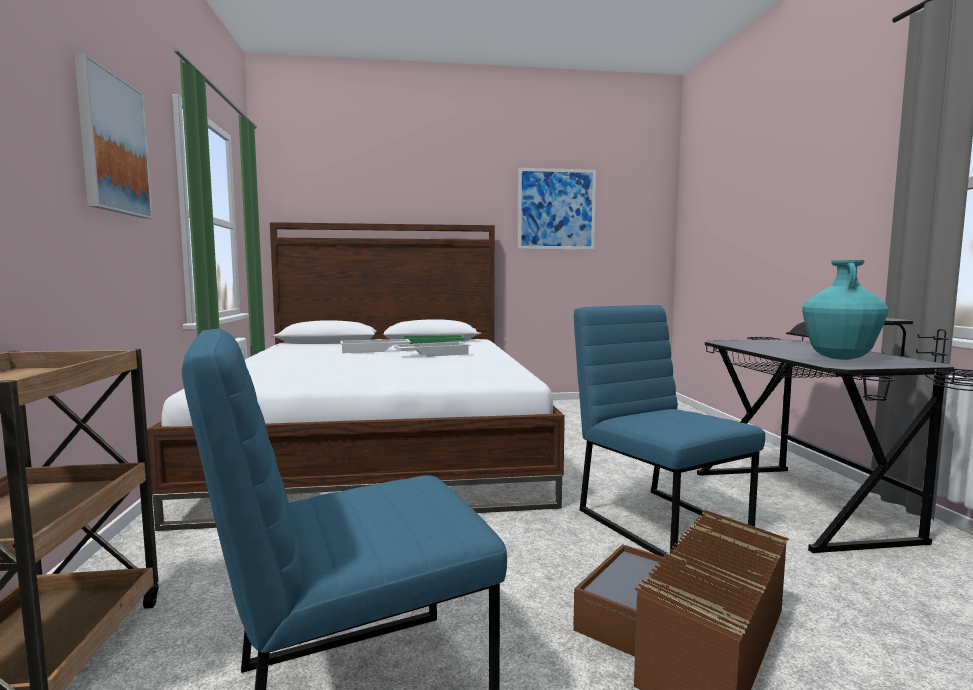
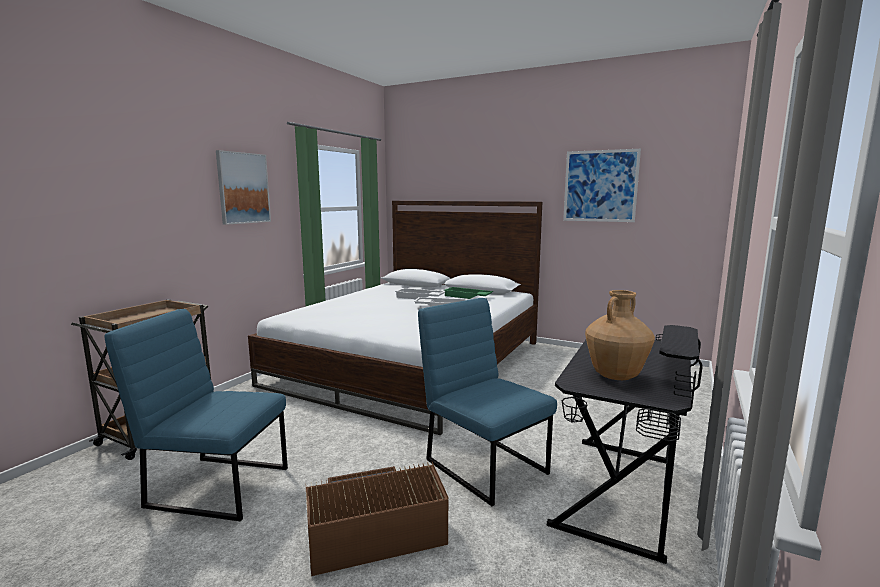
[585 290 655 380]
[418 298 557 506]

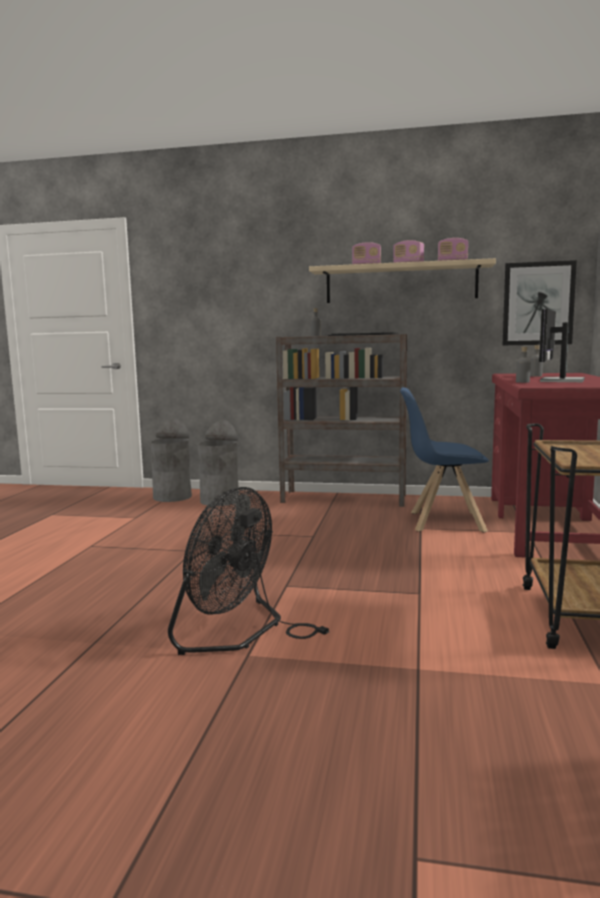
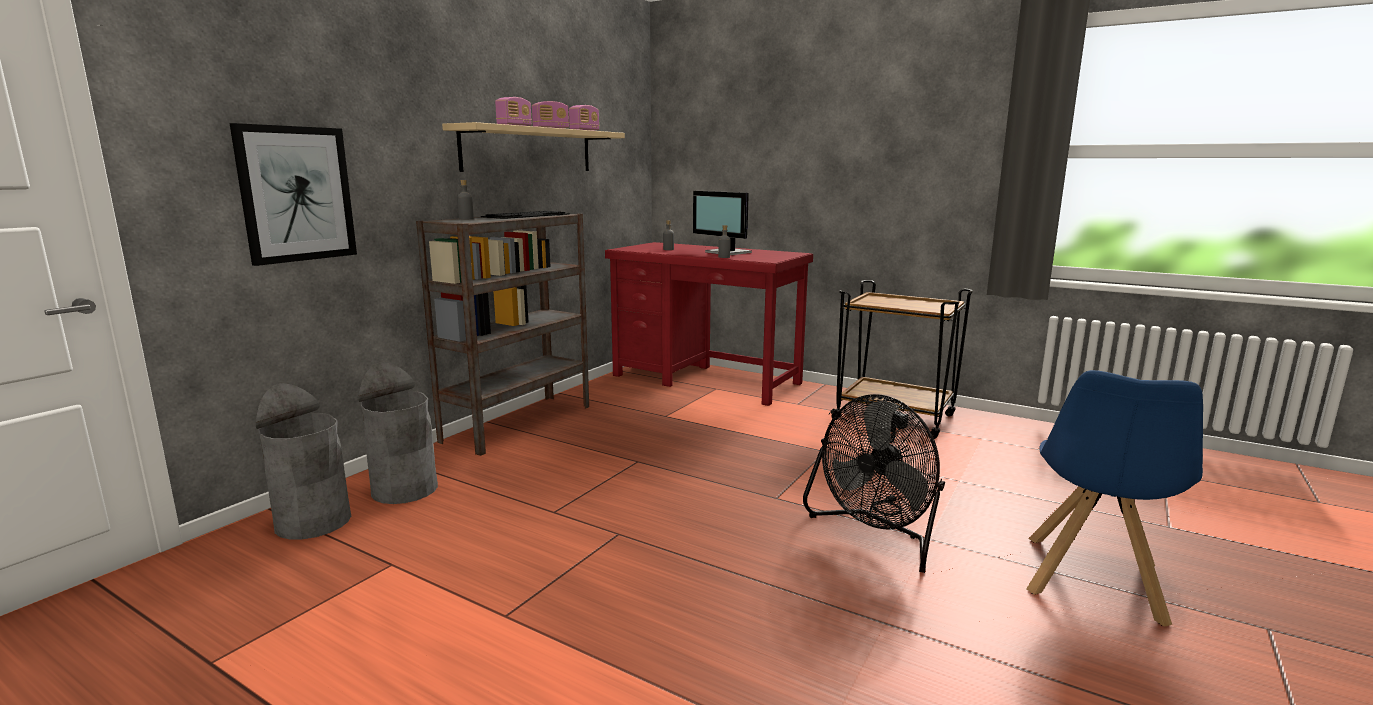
[1027 370 1203 627]
[230 123 357 266]

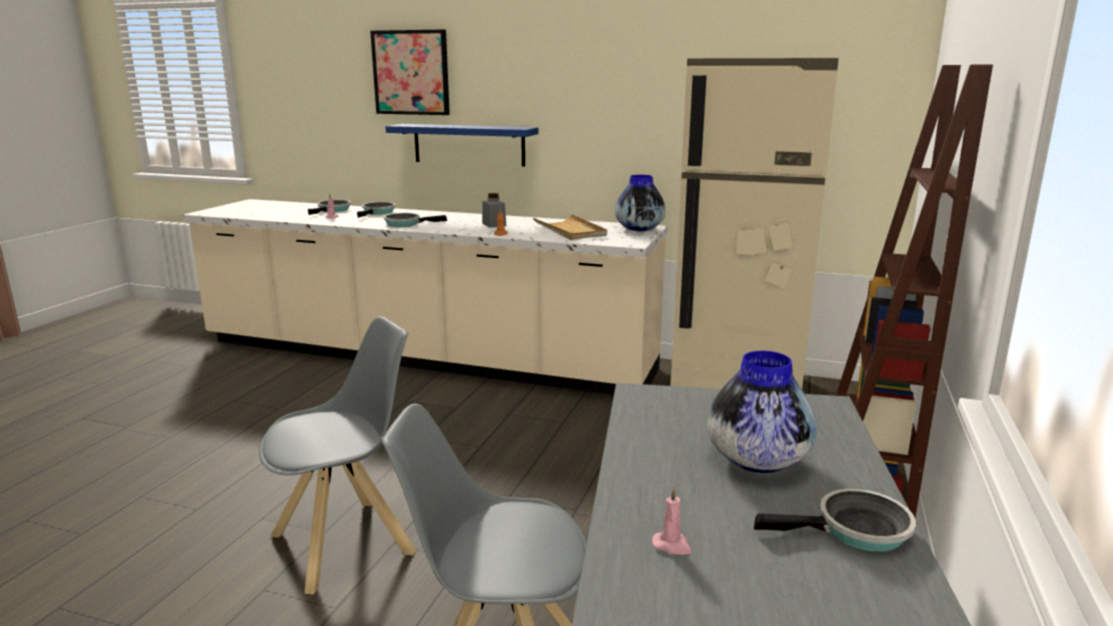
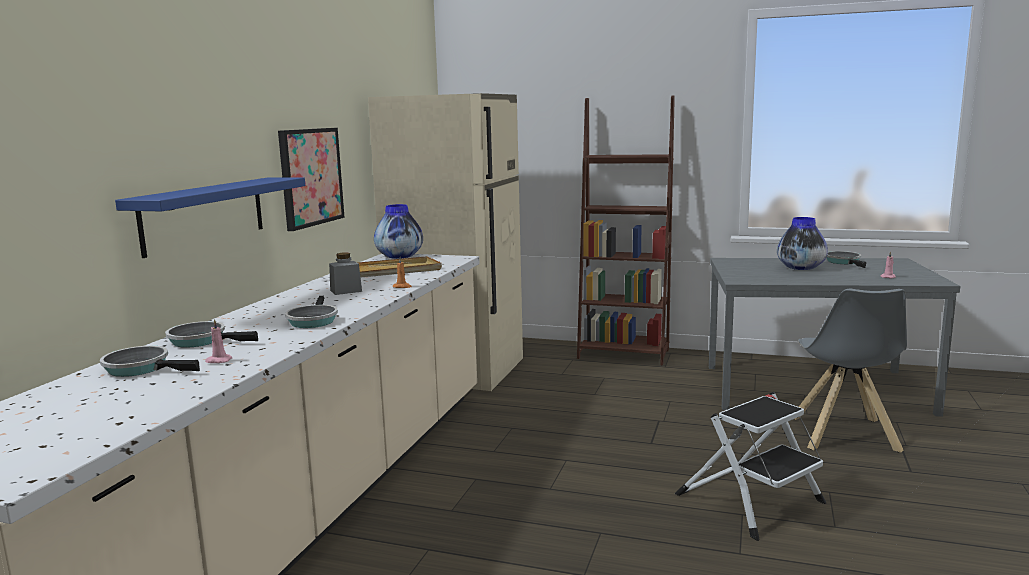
[278 128 345 231]
[675 392 826 541]

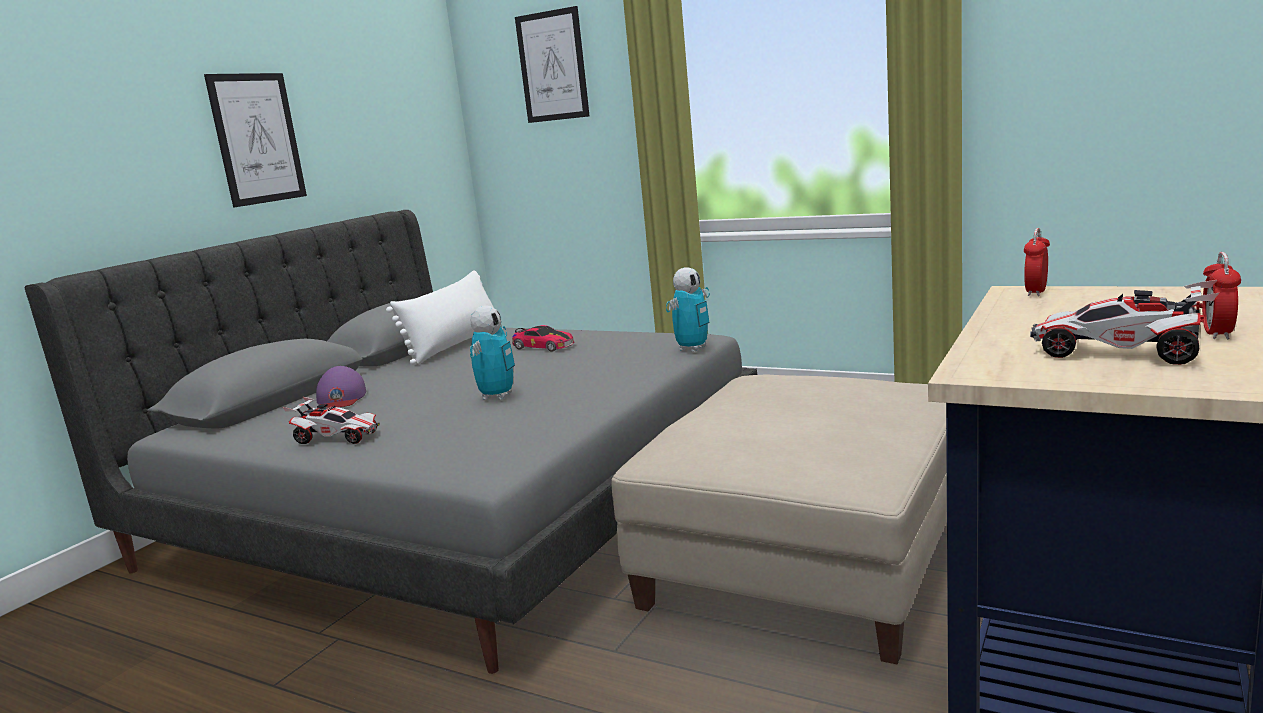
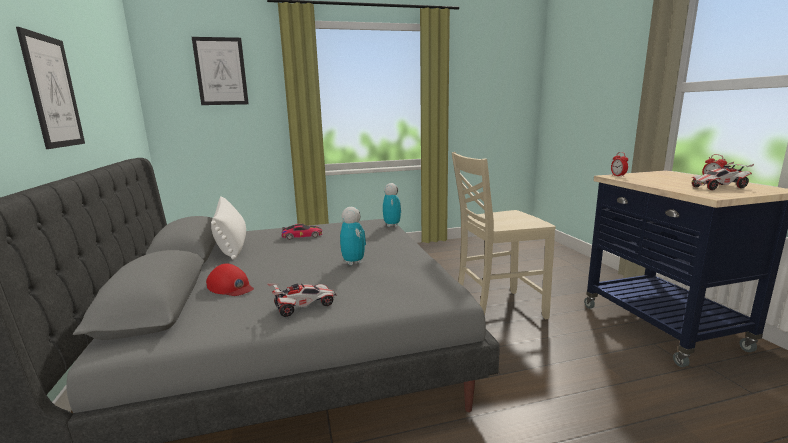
[452 152 556 319]
[206 264 254 296]

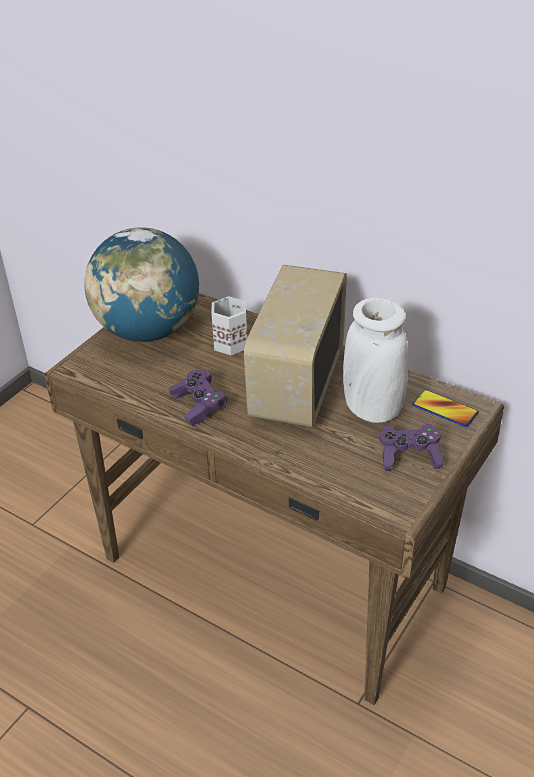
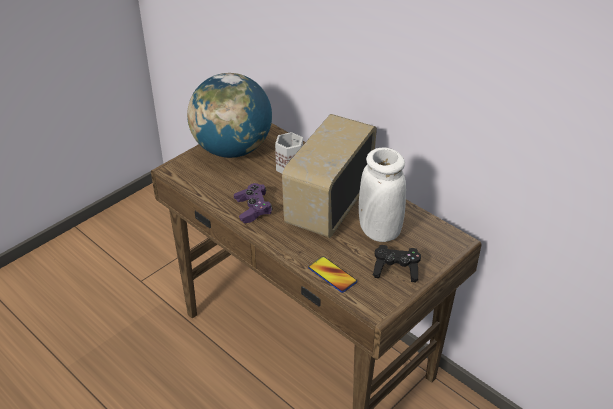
[308 256 357 293]
[373 245 421 282]

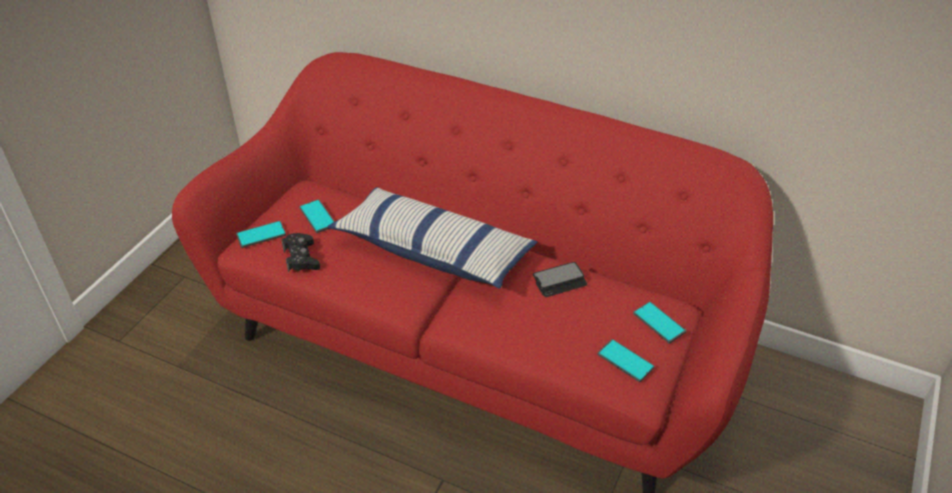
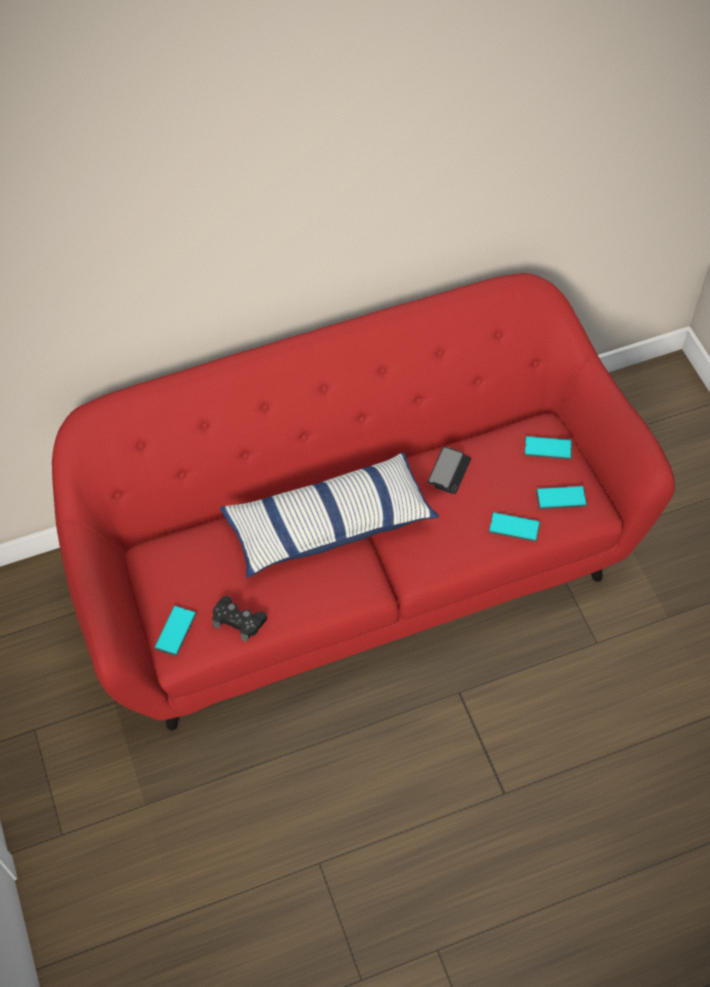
[489 512 541 542]

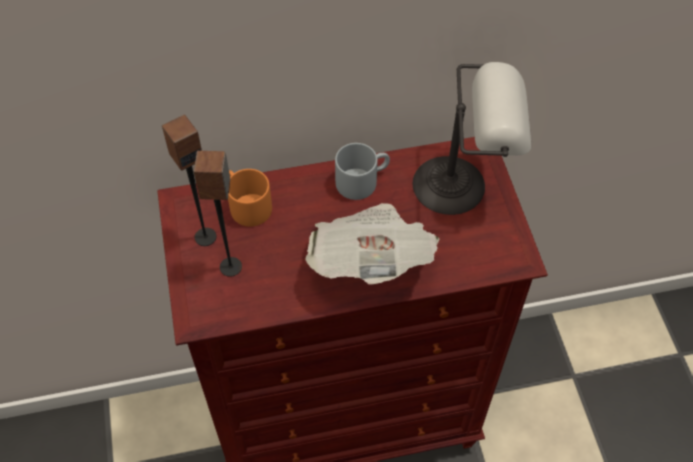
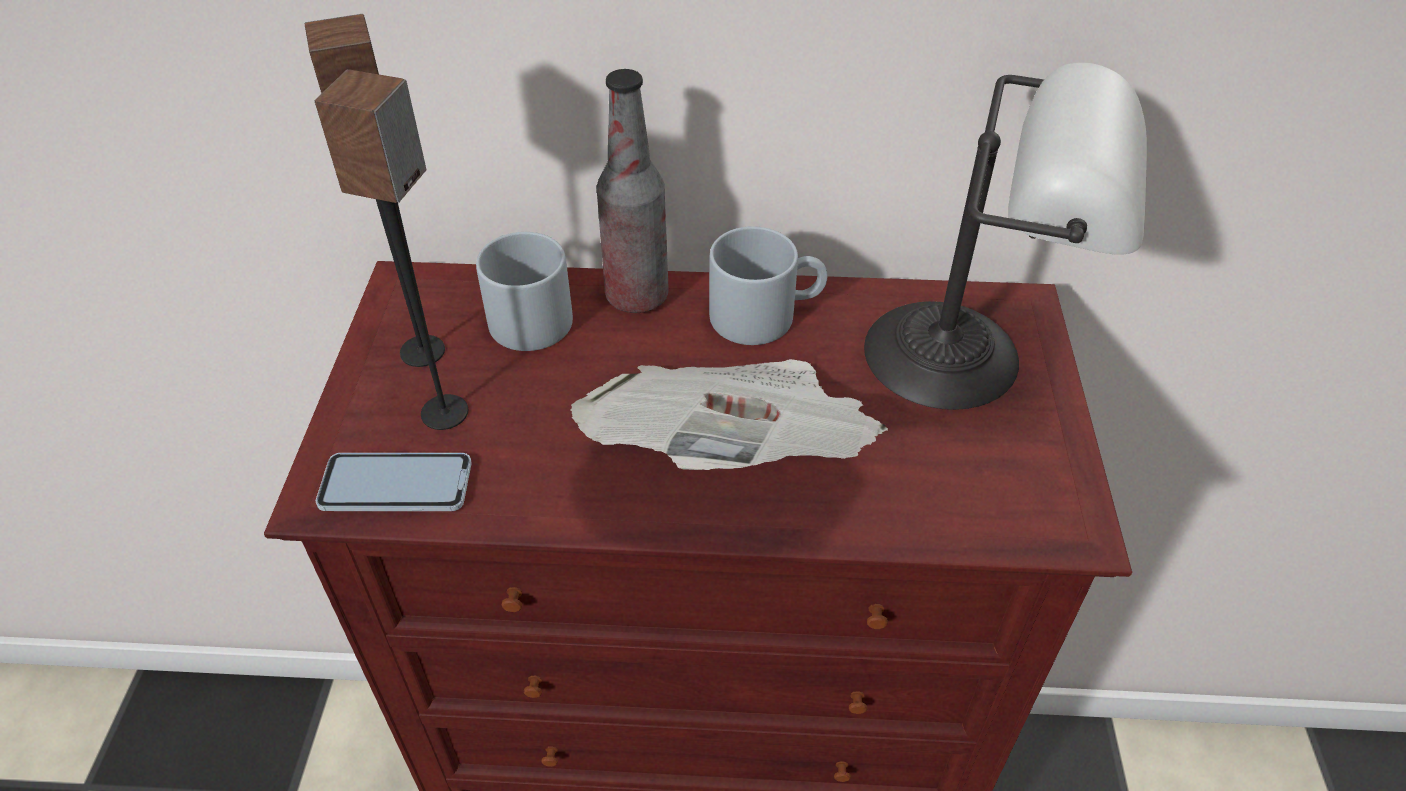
[316 453 472 511]
[597 69 669 313]
[476 232 573 351]

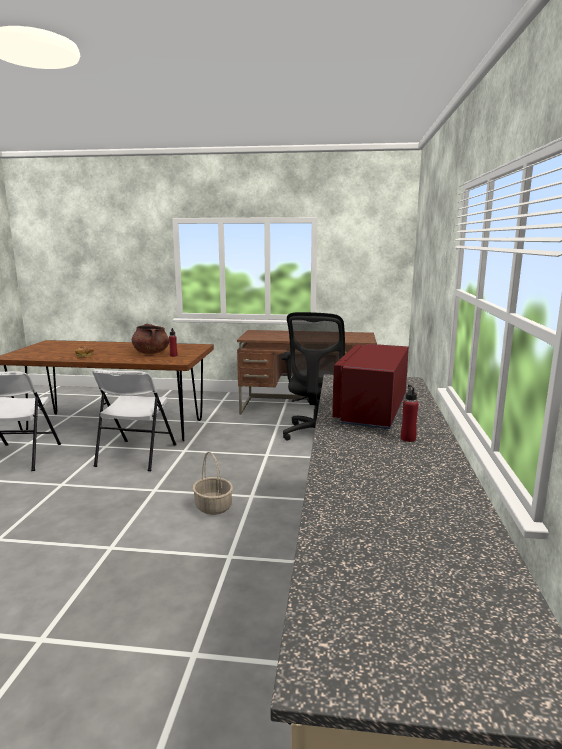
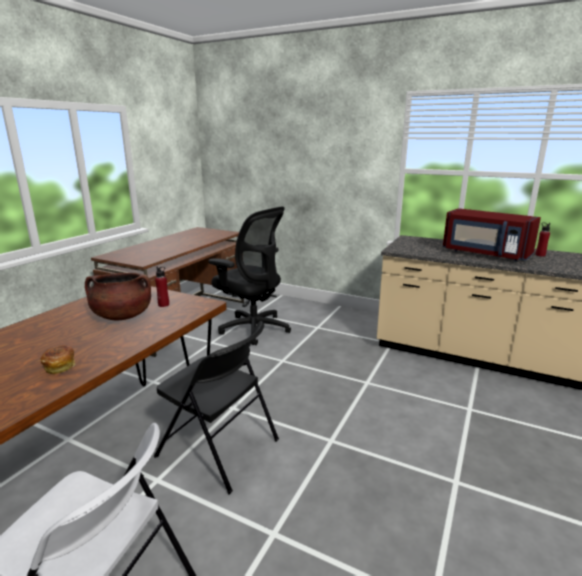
[193 452 233 515] (first image)
[154 321 279 494]

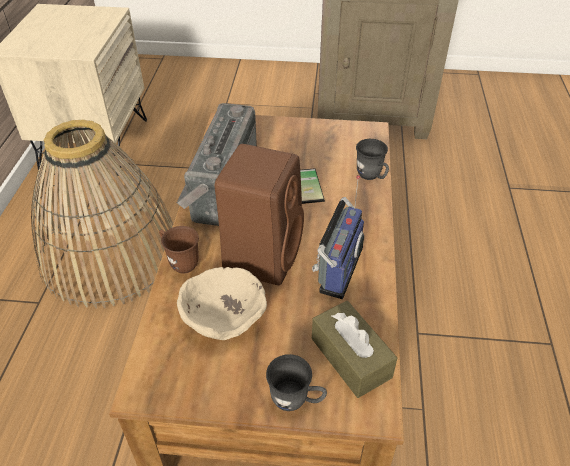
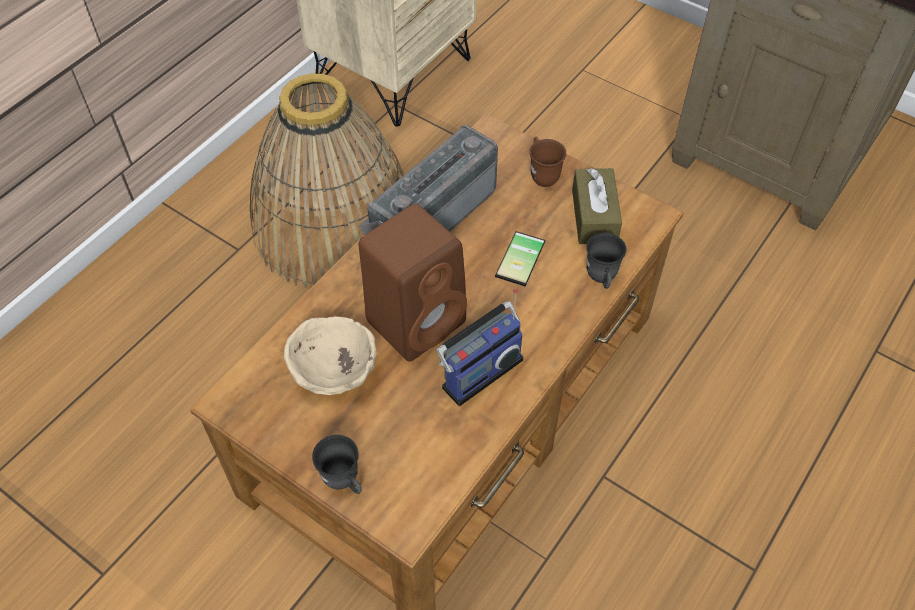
[530 136 566 187]
[572 168 622 244]

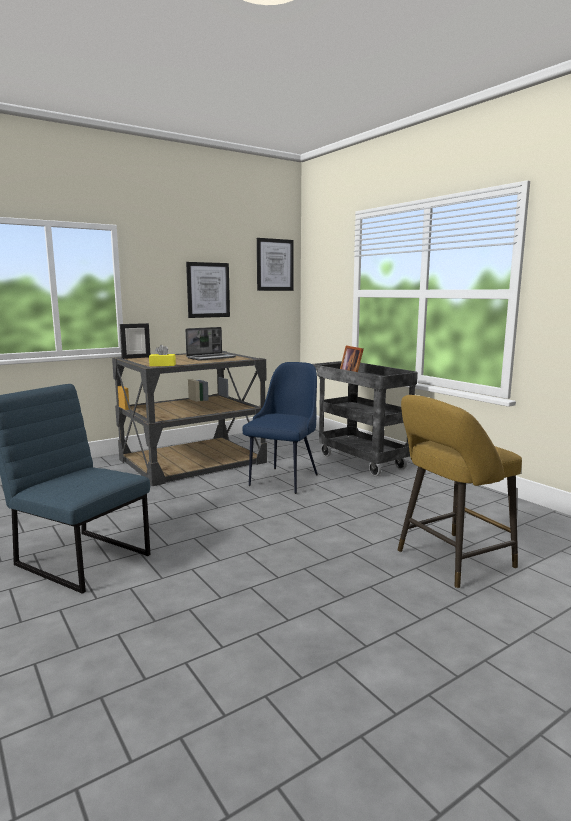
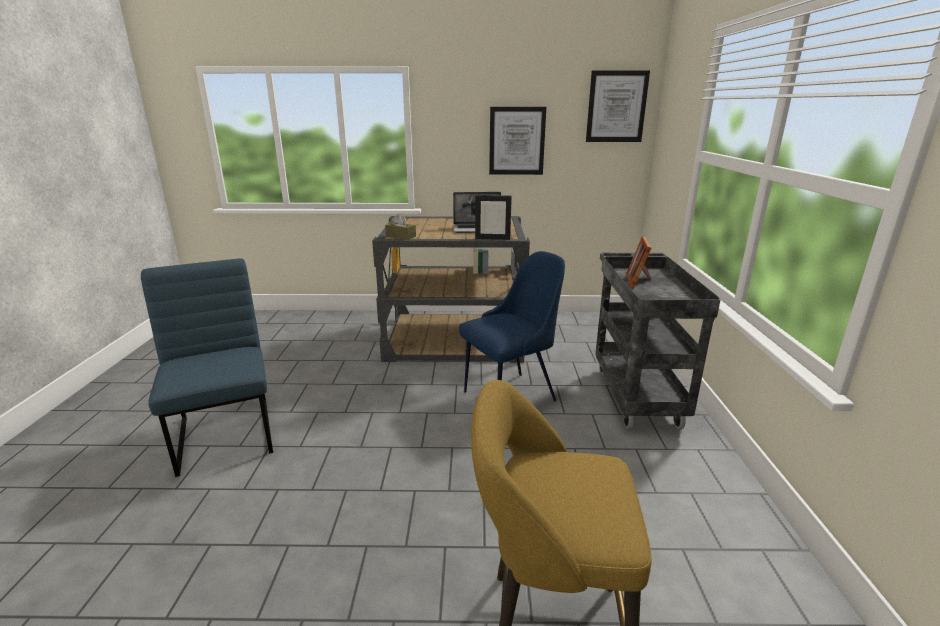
[475 195 512 240]
[385 214 416 240]

